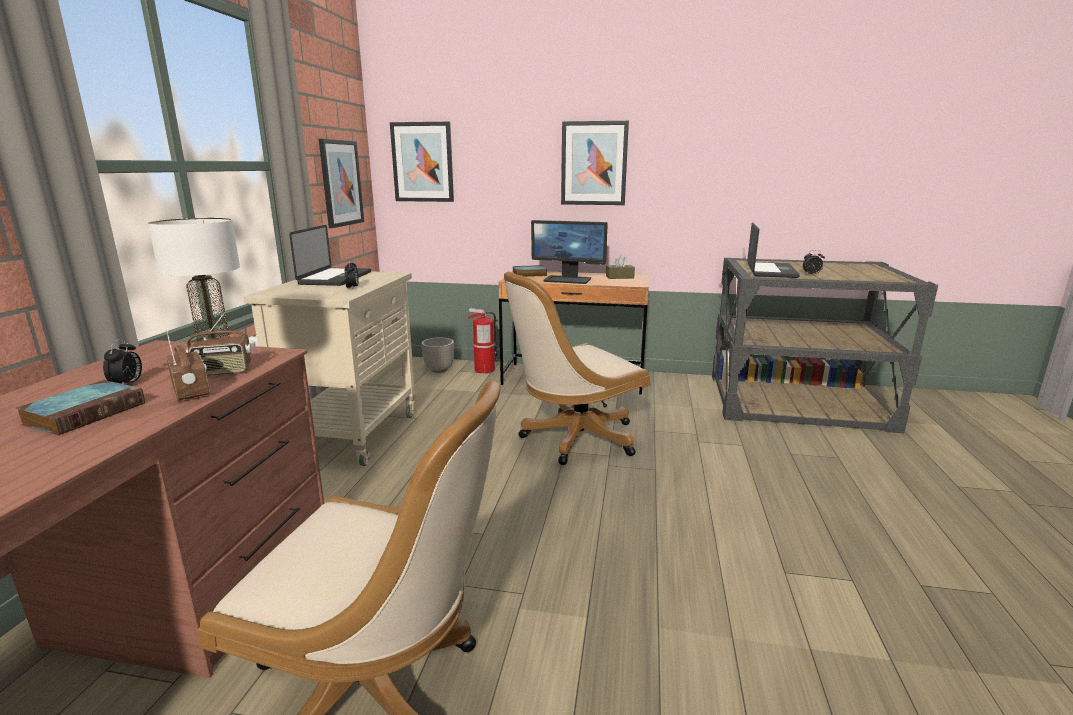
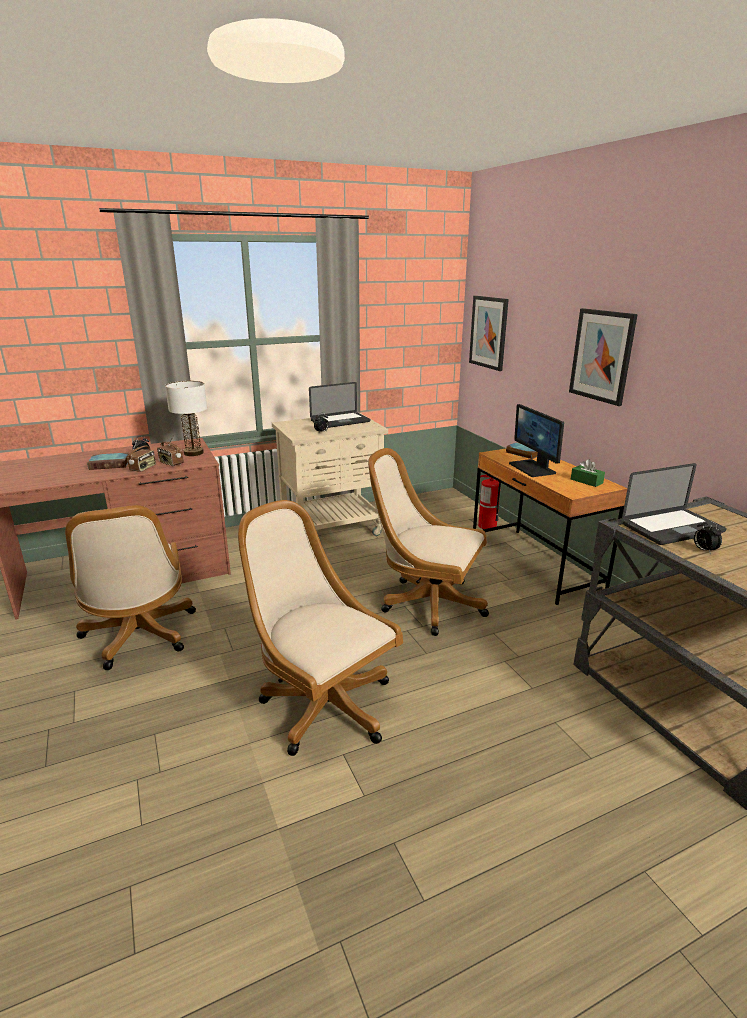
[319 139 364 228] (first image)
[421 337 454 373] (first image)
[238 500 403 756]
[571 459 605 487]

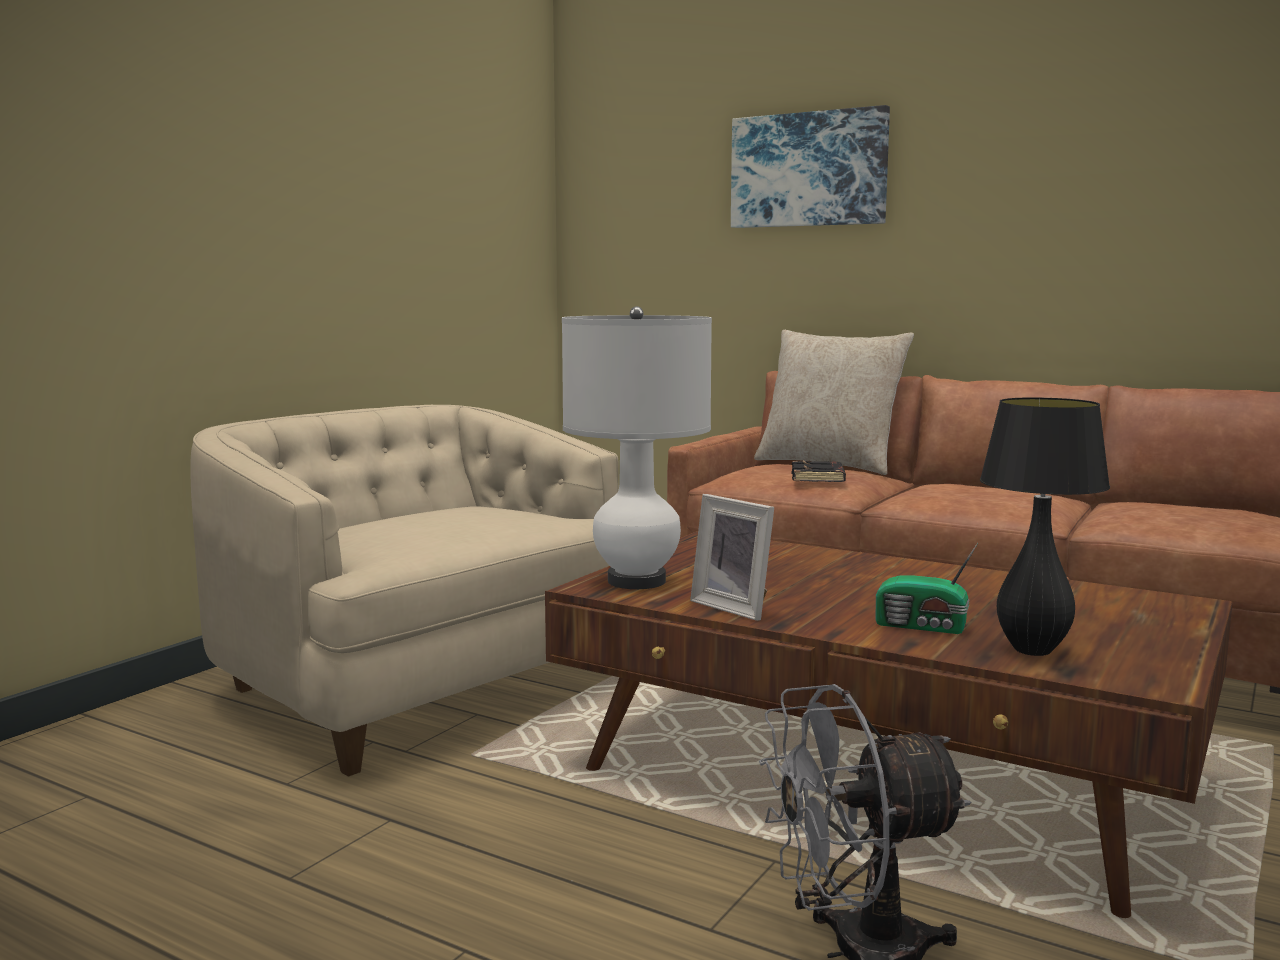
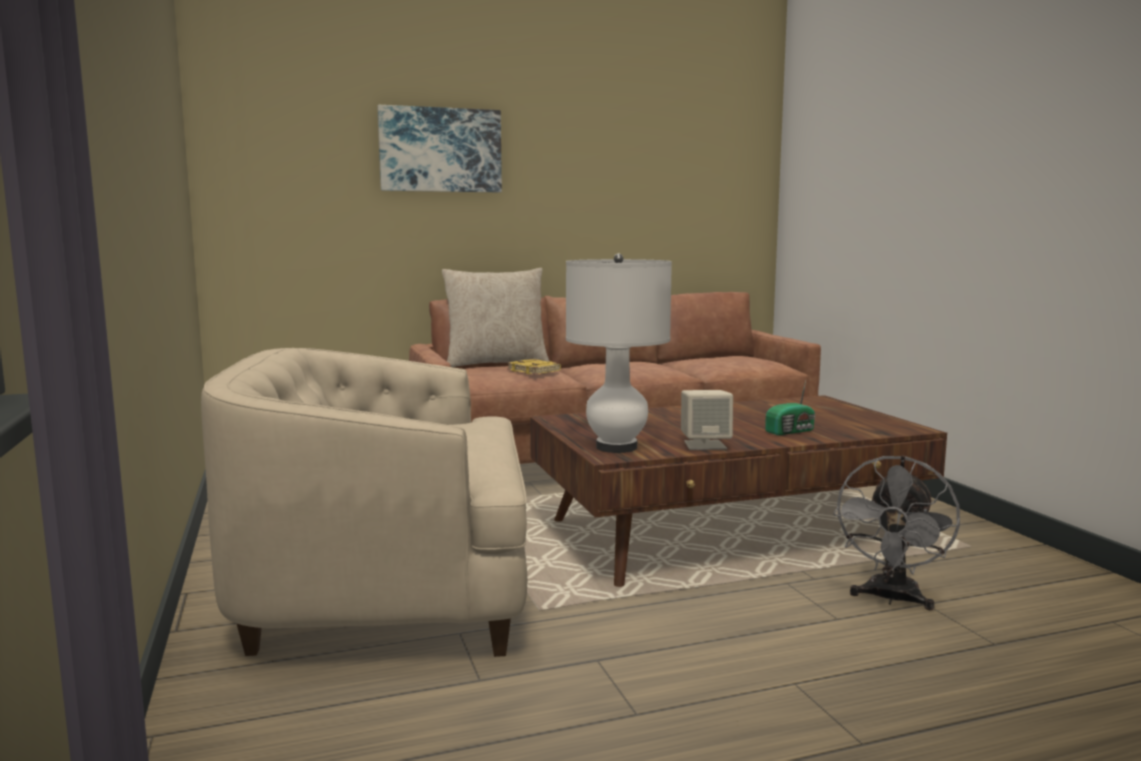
[980 397 1110 656] (first image)
[681 390 733 450]
[507 359 561 374]

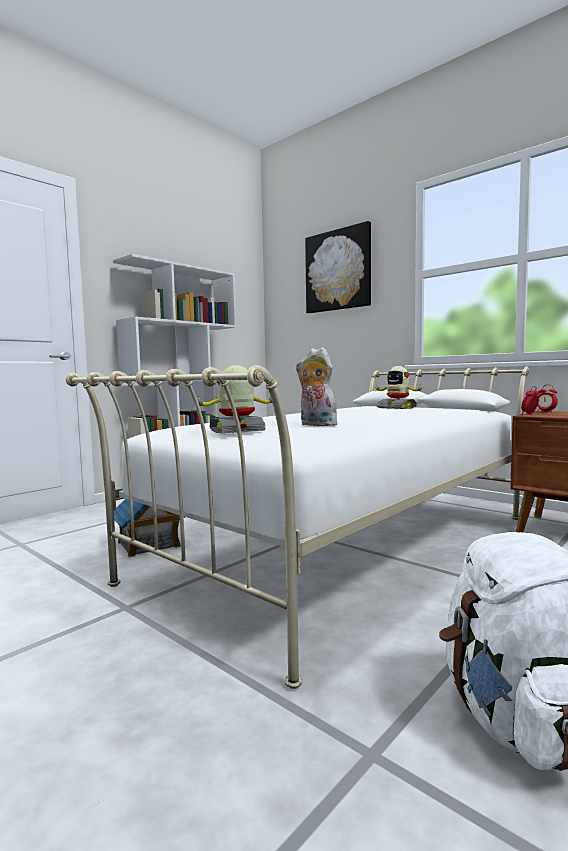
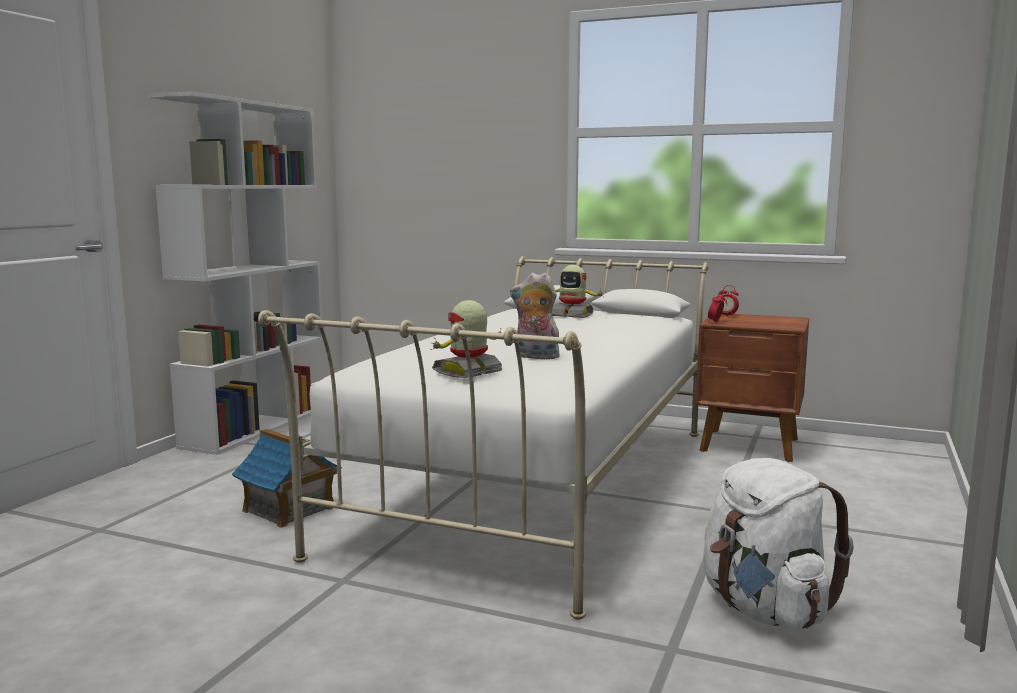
[305 221 371 313] (first image)

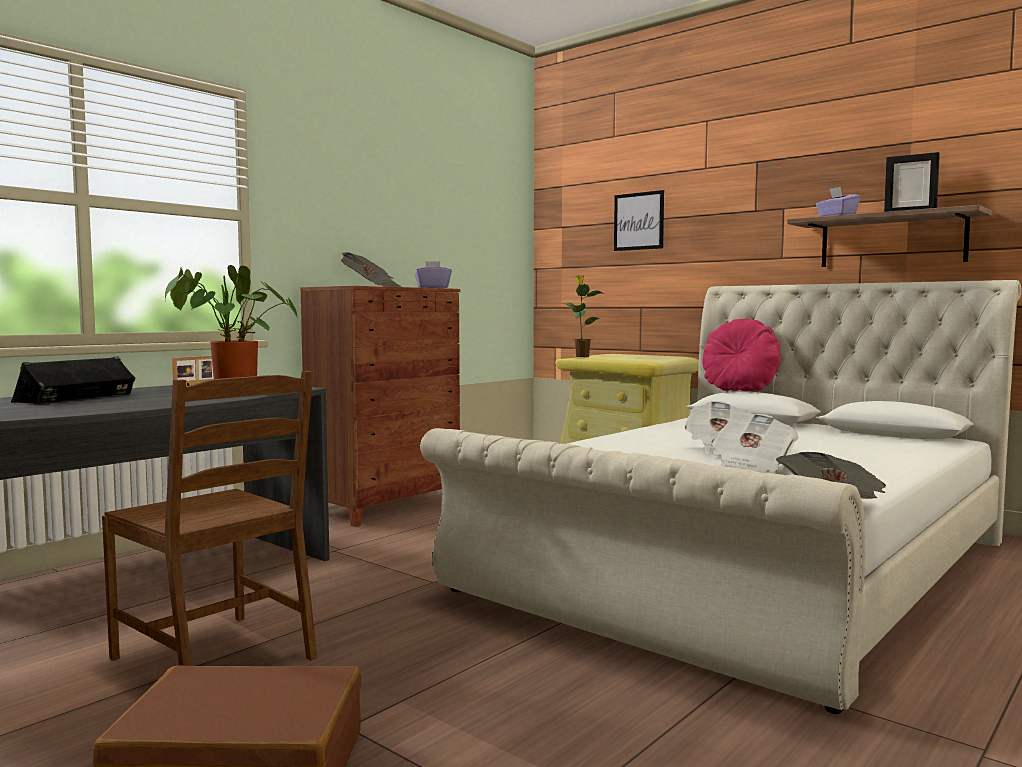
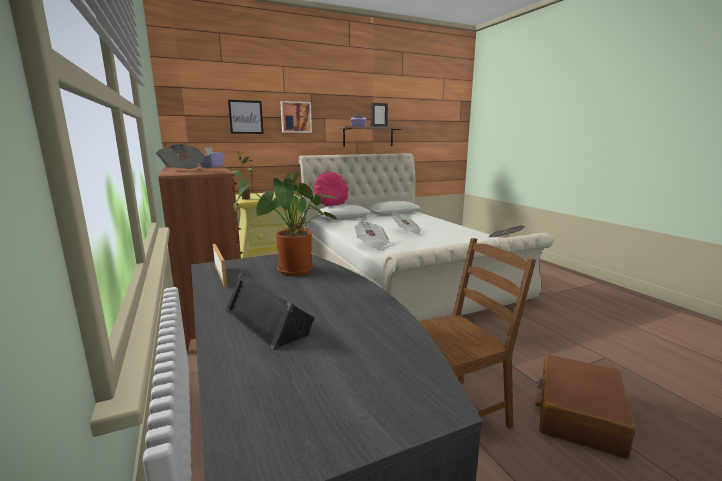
[280 101 312 133]
[354 221 390 249]

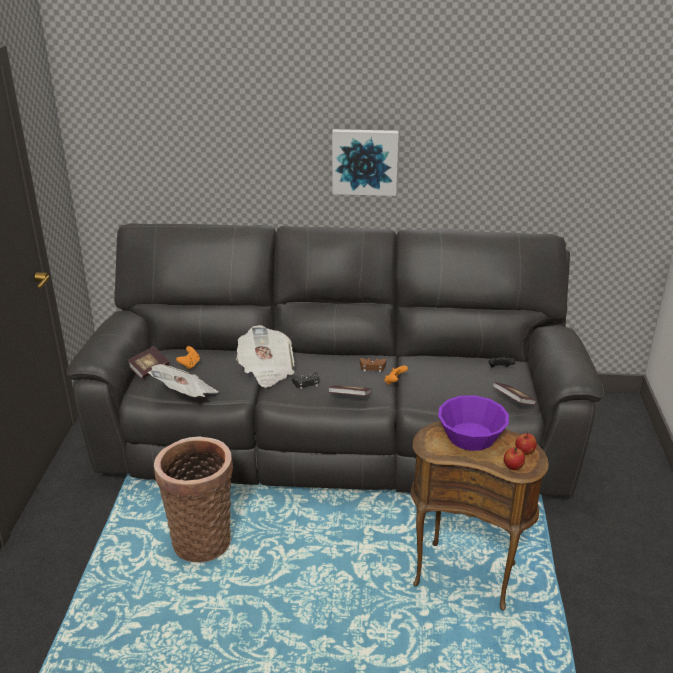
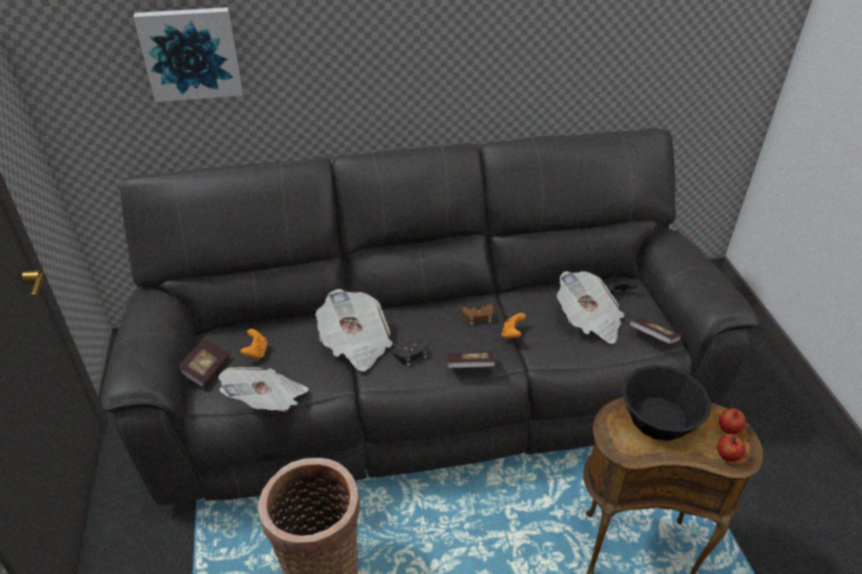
[557 271 624 344]
[133 7 242 102]
[622 365 712 441]

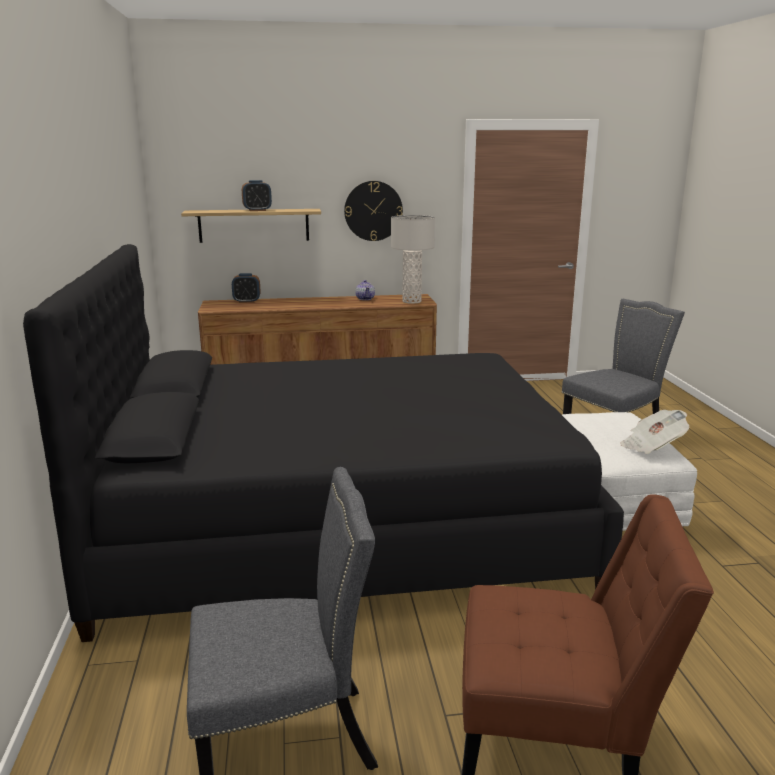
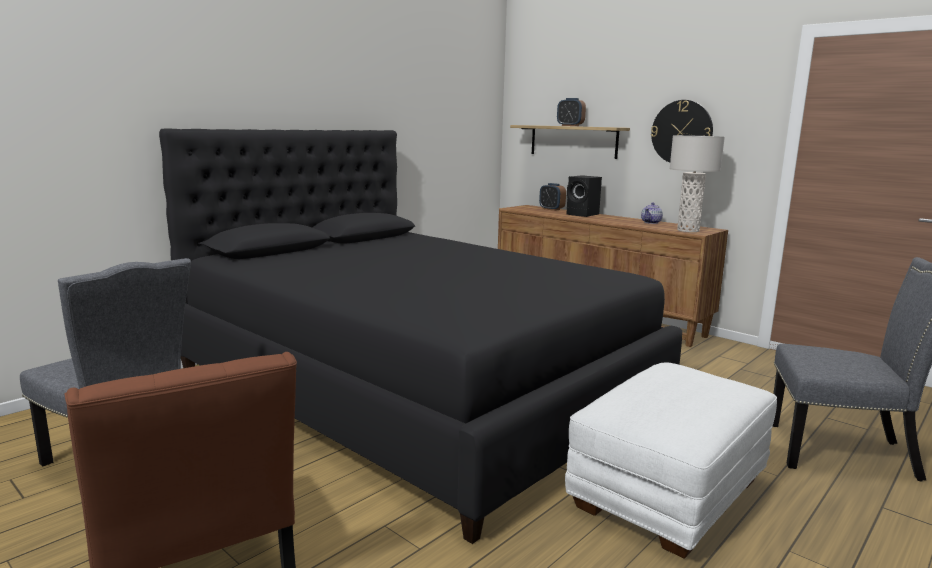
[620 410 689 454] (first image)
[566 175 602 217]

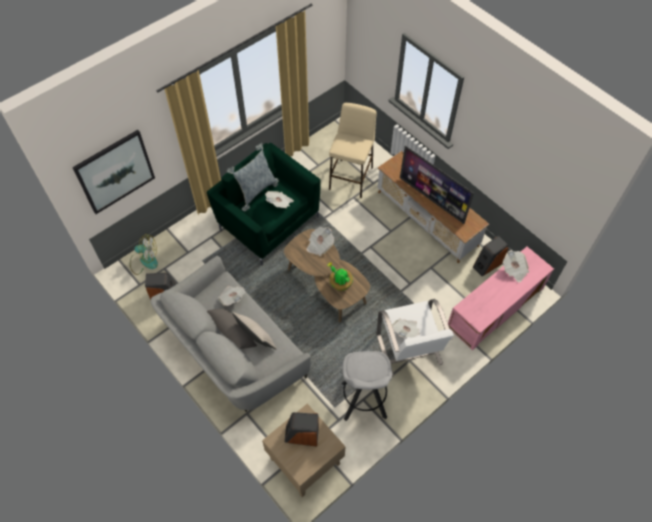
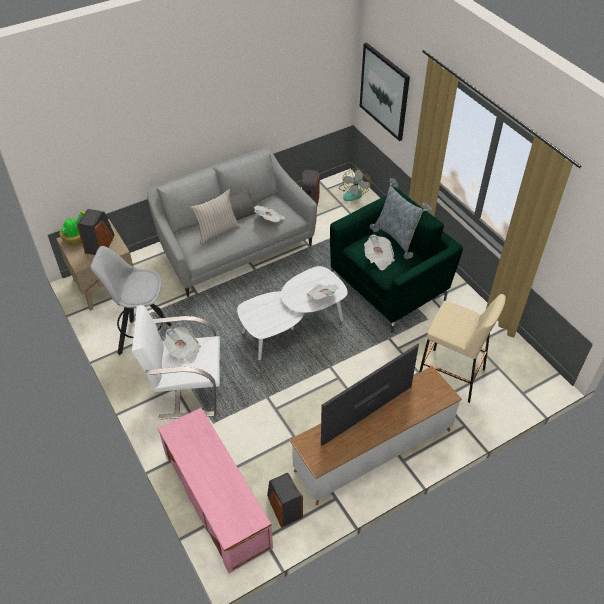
[503 250 529 283] (first image)
[59 211 85 246]
[237 266 348 360]

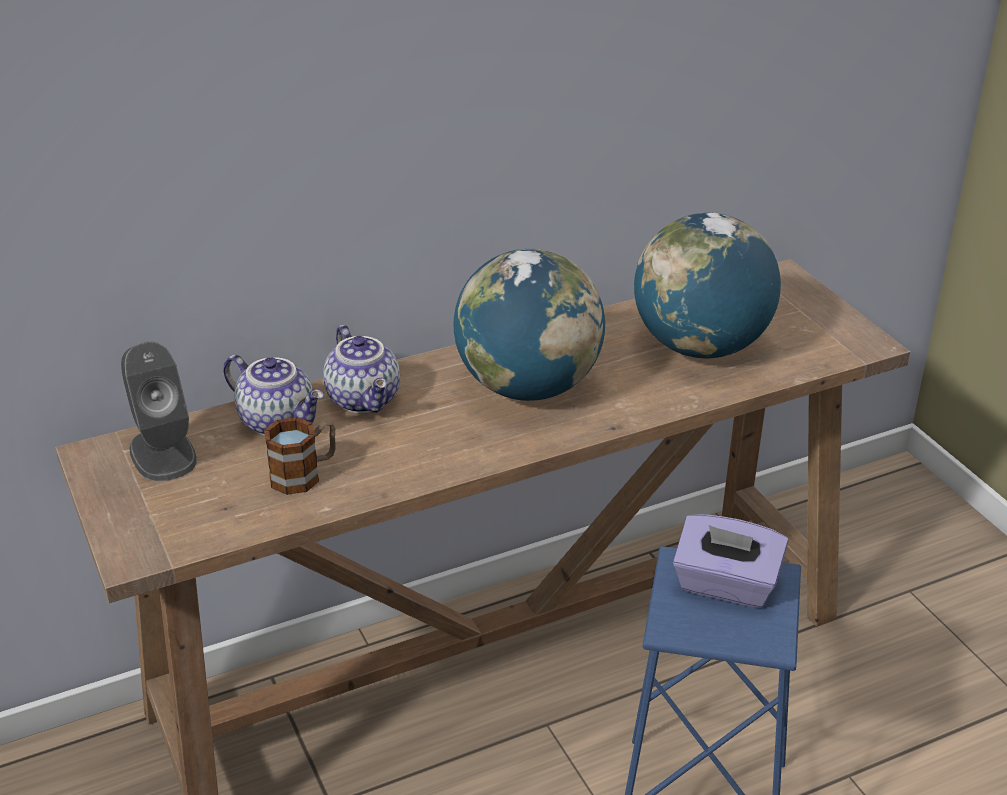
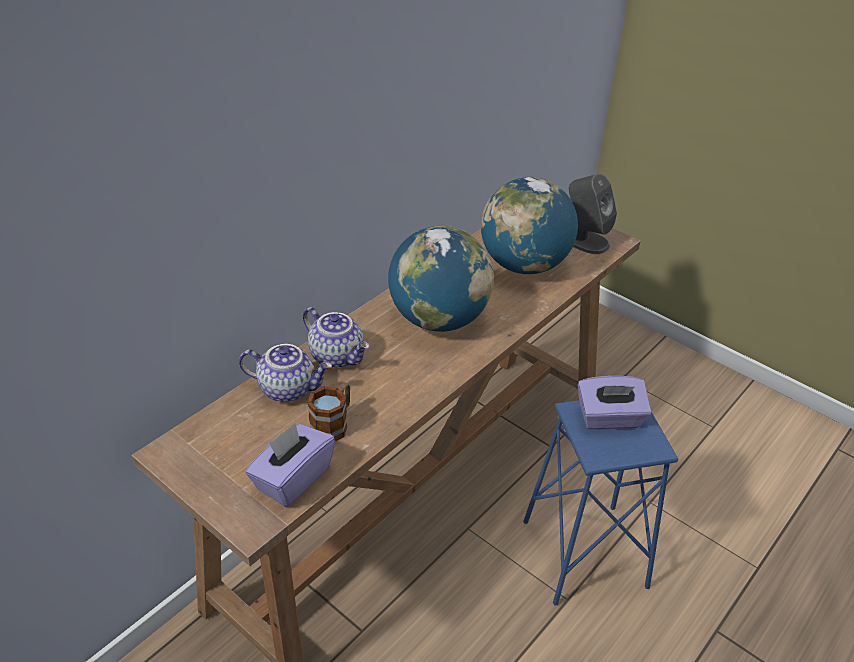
[245 423 335 507]
[569 174 617 254]

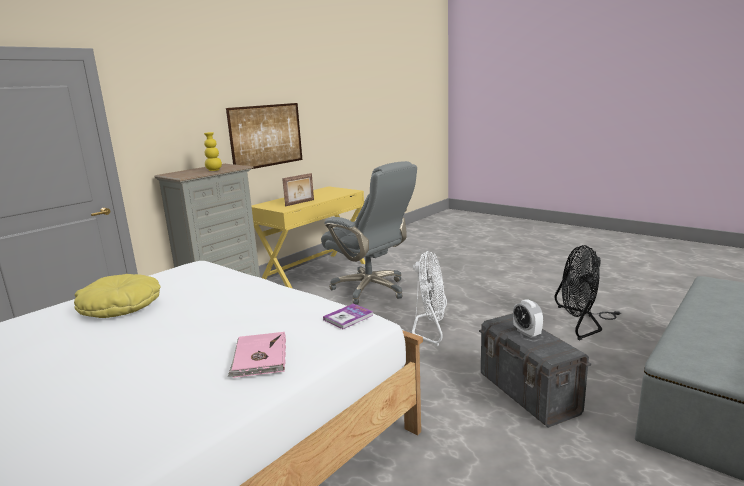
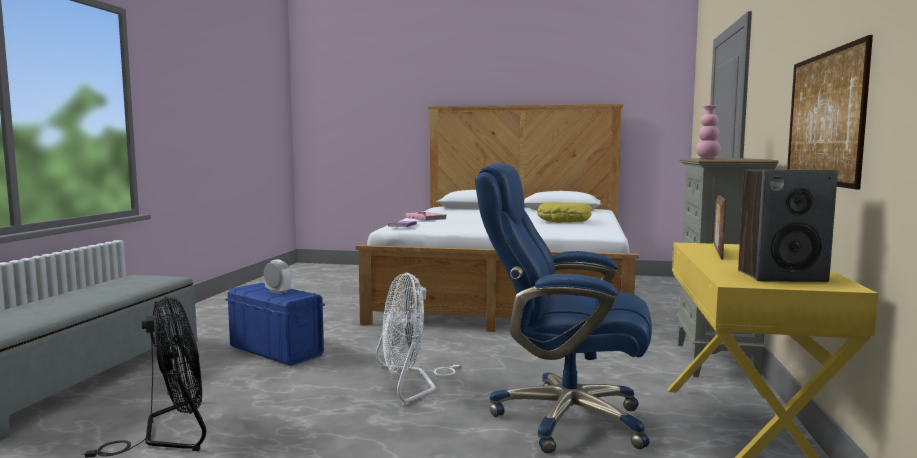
[738 169 838 282]
[696 105 721 159]
[475 163 652 453]
[225 283 325 366]

